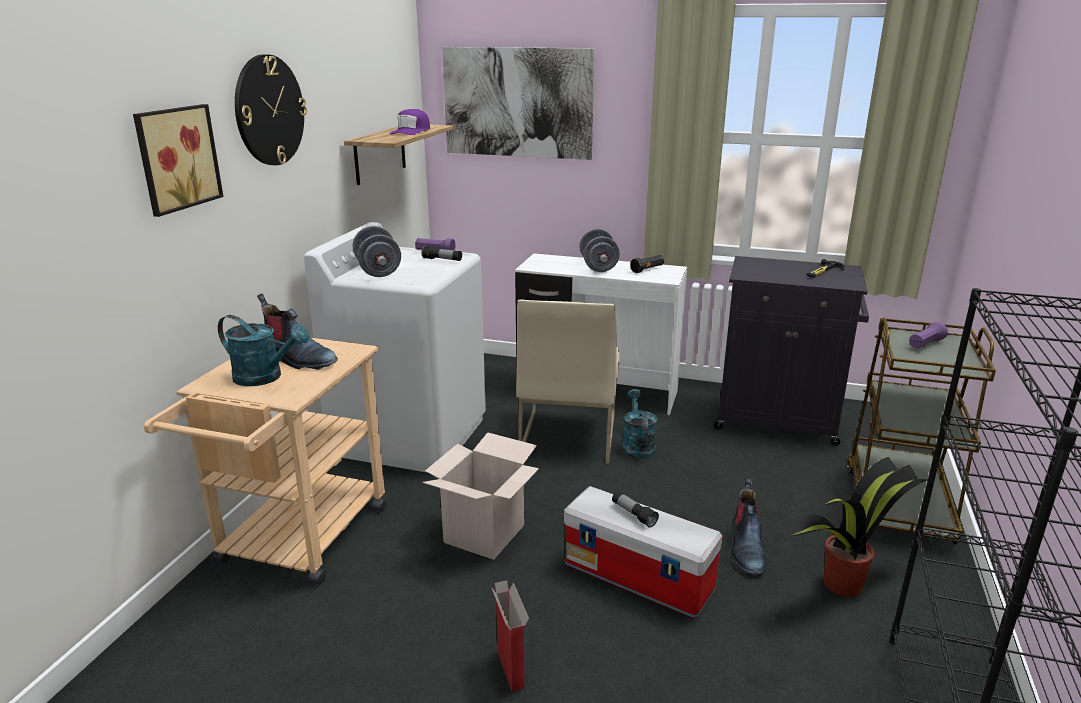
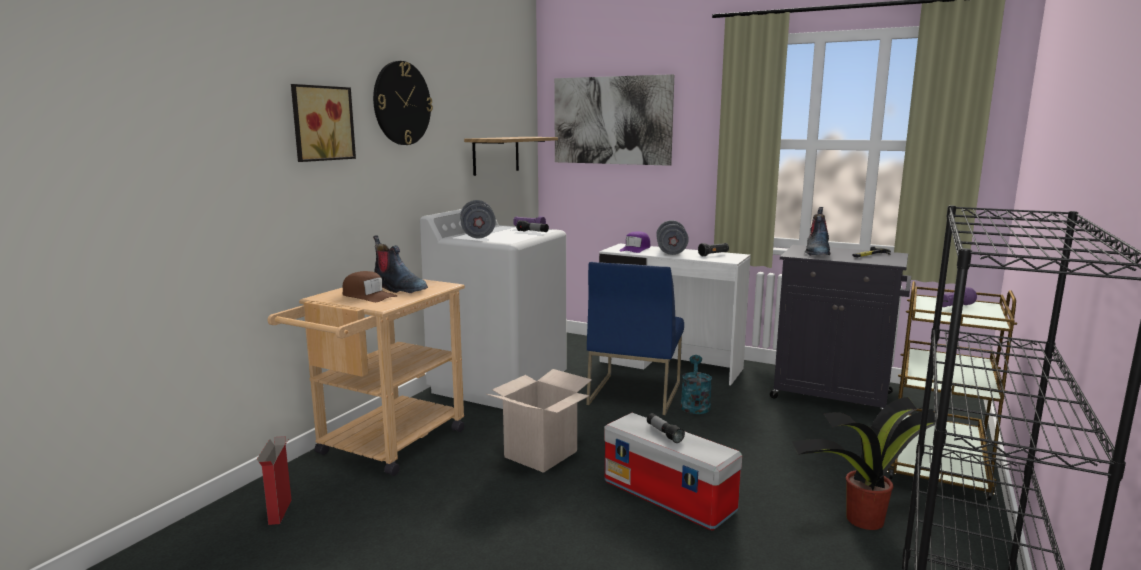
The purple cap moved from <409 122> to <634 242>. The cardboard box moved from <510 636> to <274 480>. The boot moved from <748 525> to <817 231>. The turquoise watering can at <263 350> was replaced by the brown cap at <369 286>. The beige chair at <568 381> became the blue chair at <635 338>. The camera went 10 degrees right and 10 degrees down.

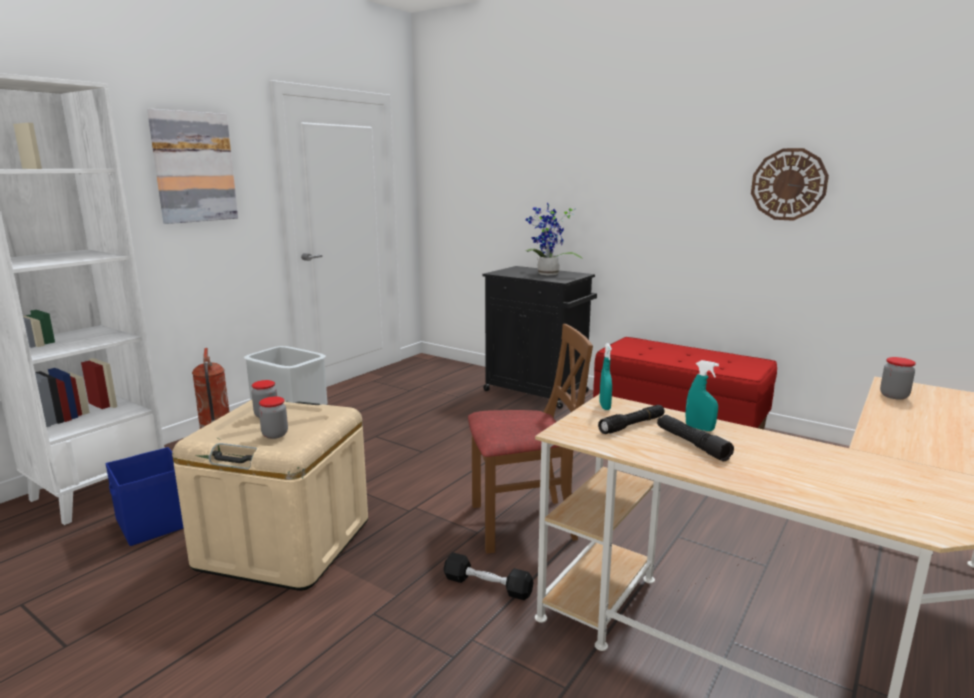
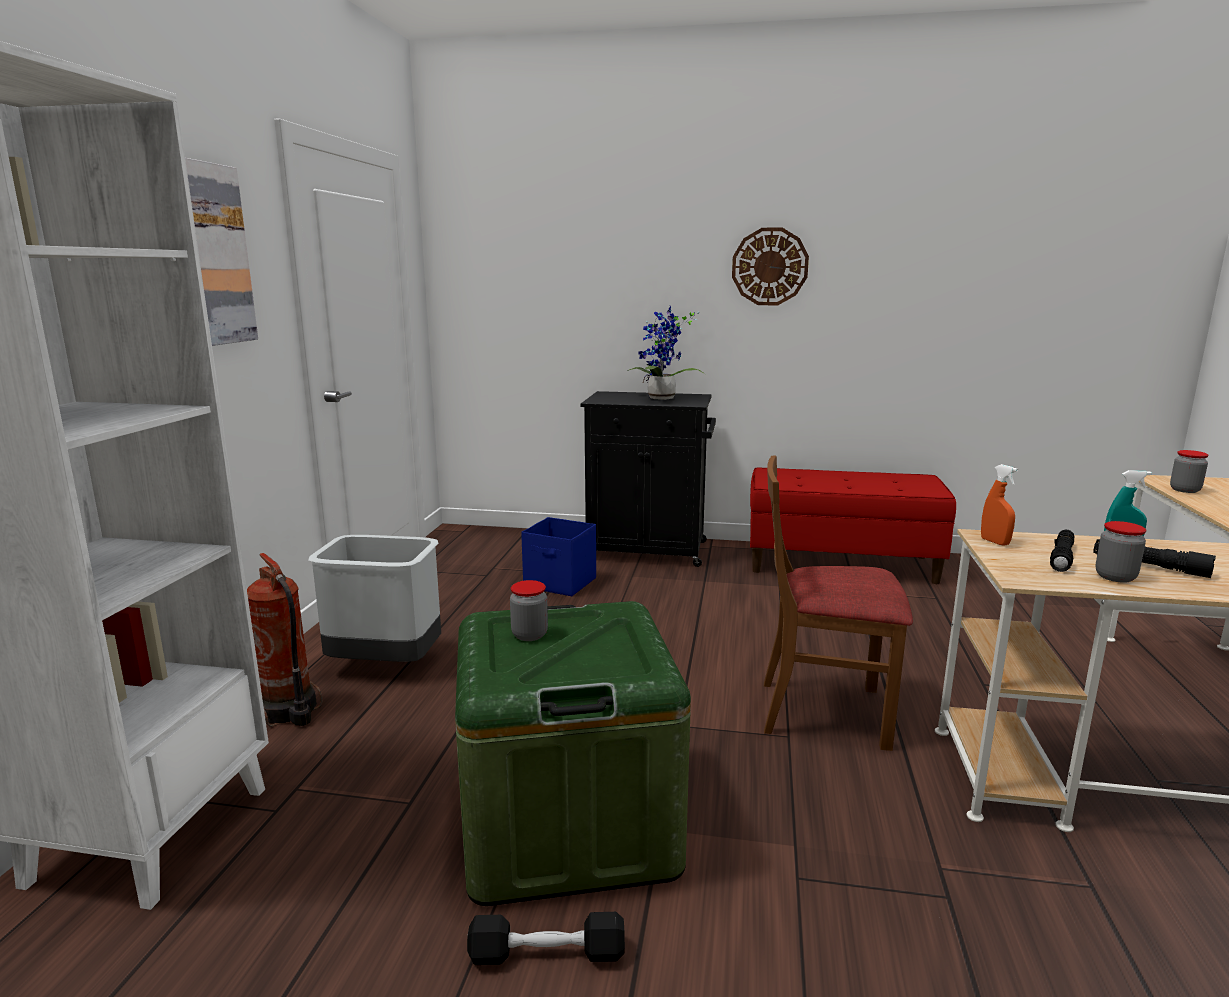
The blue storage box moved from <144 496> to <558 556>. The jar moved from <273 417> to <1120 552>. The black dumbbell moved from <489 576> to <546 938>. The wall clock moved from <790 184> to <770 266>. The beige storage box at <270 495> became the green storage box at <573 753>. The turquoise spray bottle at <605 376> became the orange spray bottle at <1000 505>. The brown chair at <530 438> turned 135 degrees counterclockwise. The camera went 25 degrees left and 0 degrees up.

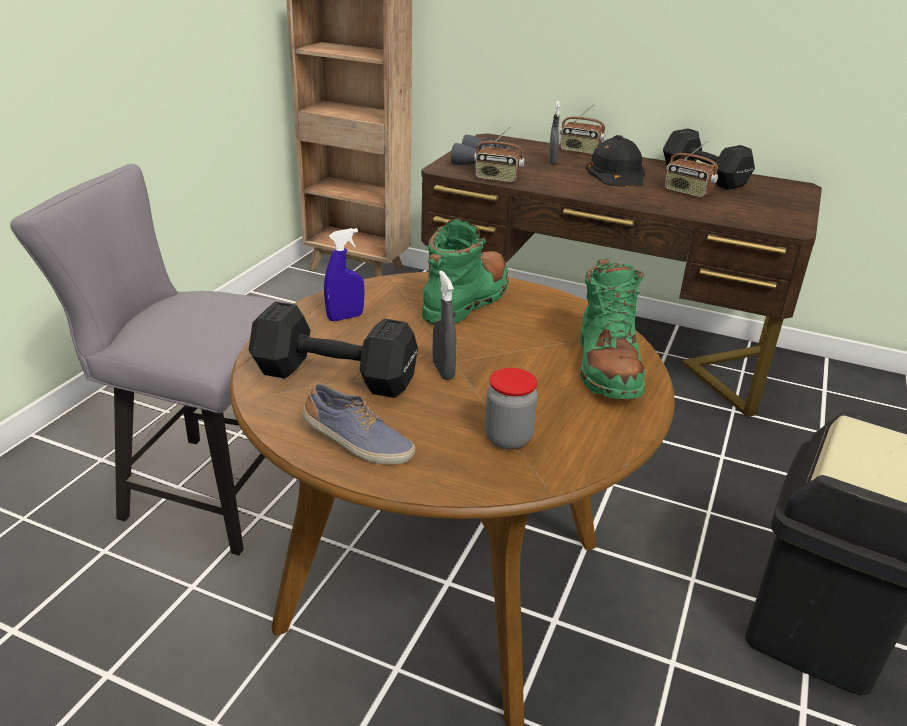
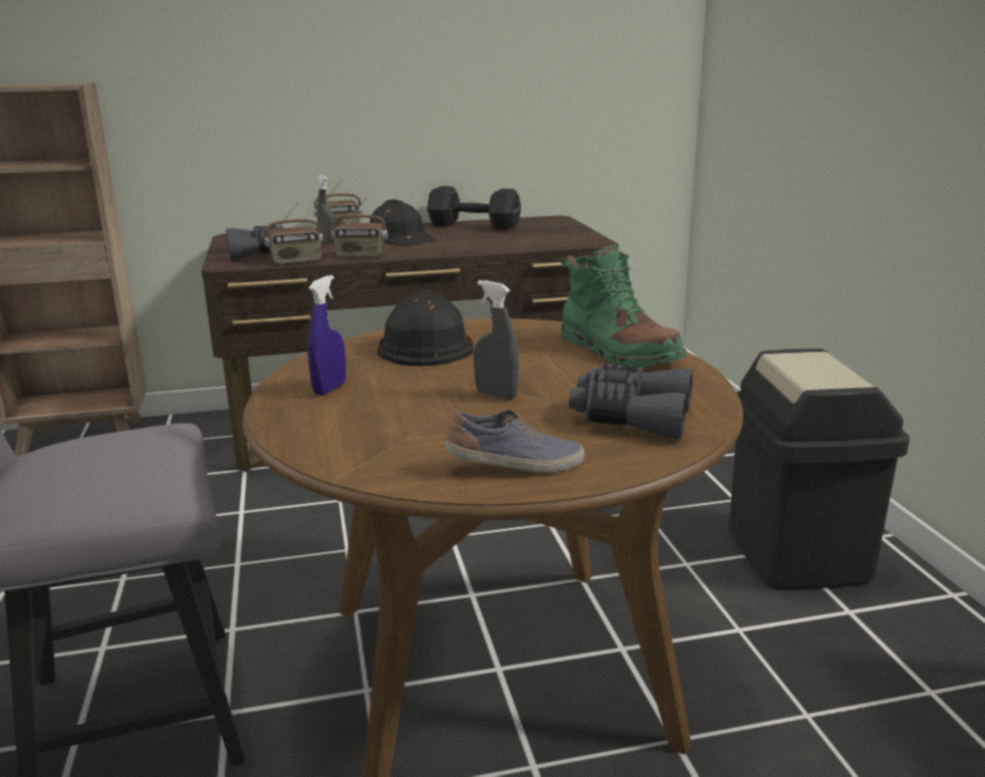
The black dumbbell at <333 349> disappeared. The radio moved from <691 169> to <359 227>. The green boot at <465 272> was replaced by the black hard hat at <425 328>. The jar at <511 409> was replaced by the grey binoculars at <631 401>. The camera went 35 degrees left and 10 degrees down.

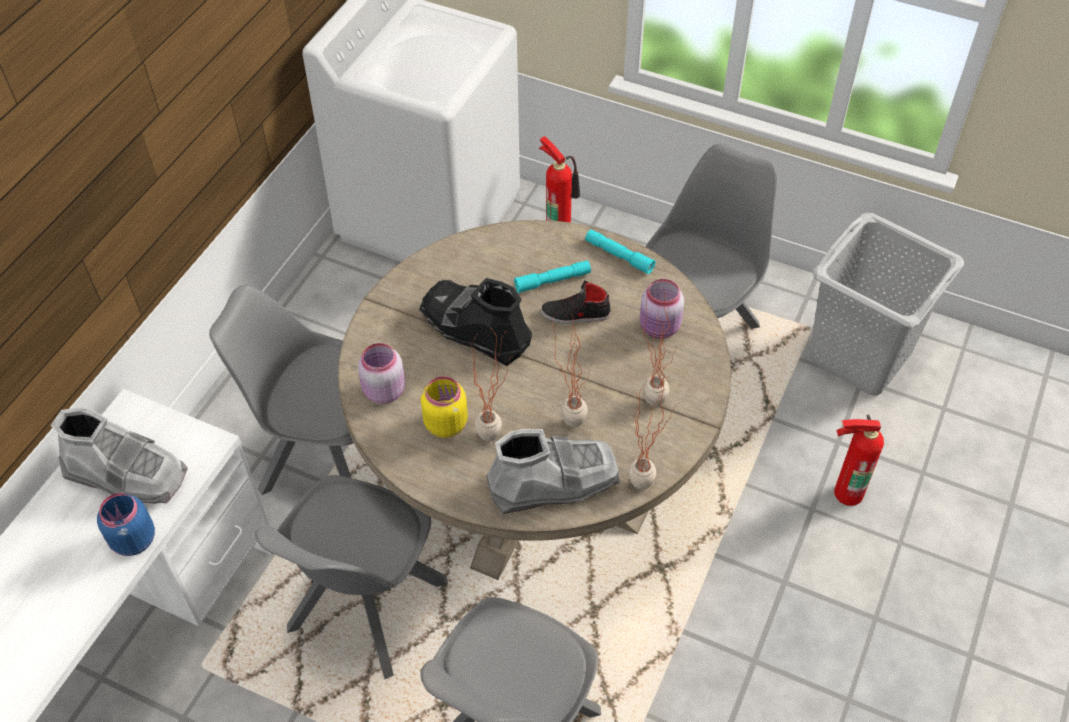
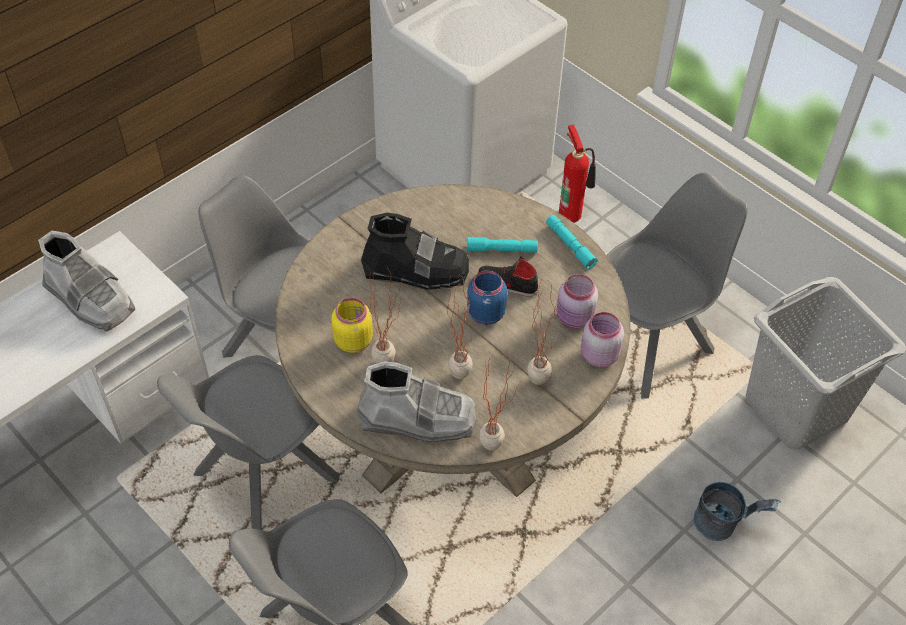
The blue jar moved from <126 524> to <487 297>. The pink jar moved from <381 373> to <602 339>. The fire extinguisher at <859 460> was replaced by the grey bucket at <737 511>. The black boot at <475 322> turned 135 degrees clockwise. The camera went 20 degrees right and 0 degrees up.

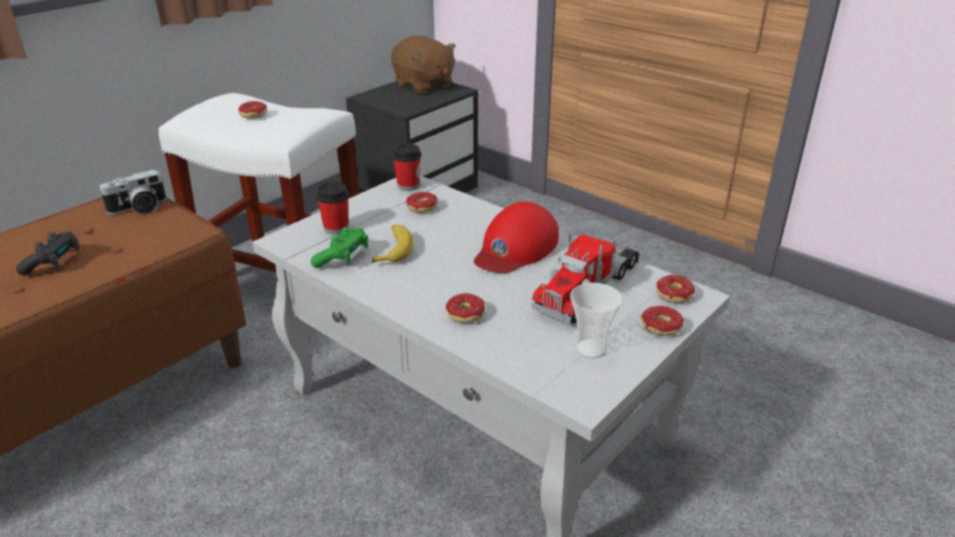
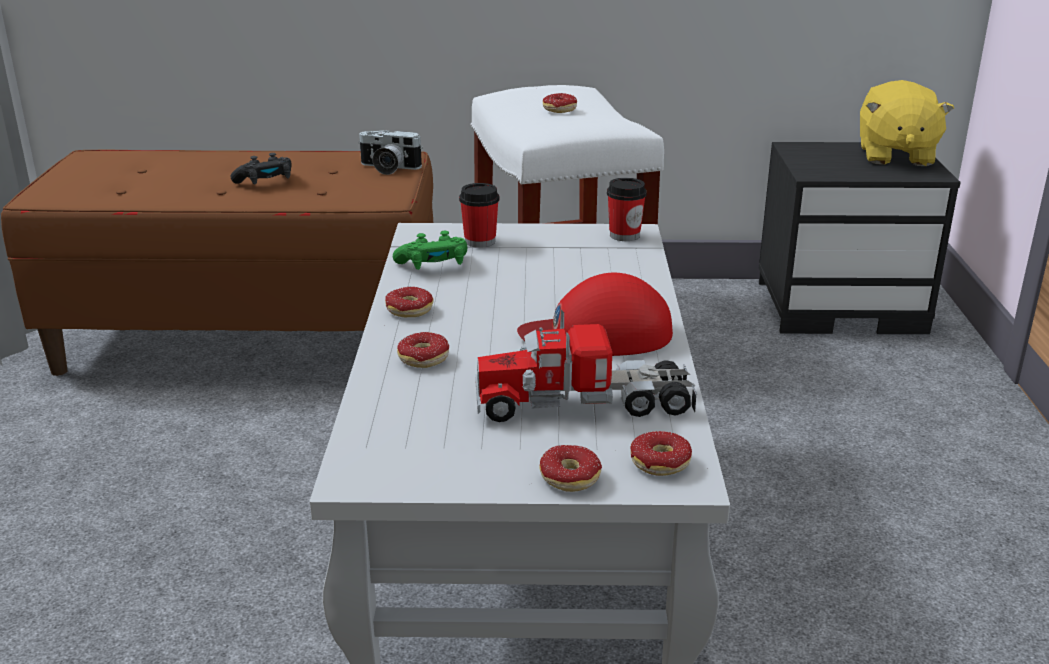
The banana at <392 244> disappeared. The cup at <596 321> disappeared. The donut moved from <422 202> to <409 302>. The brown plush toy at <423 64> became the yellow plush toy at <907 123>. The camera went 50 degrees right and 5 degrees down.

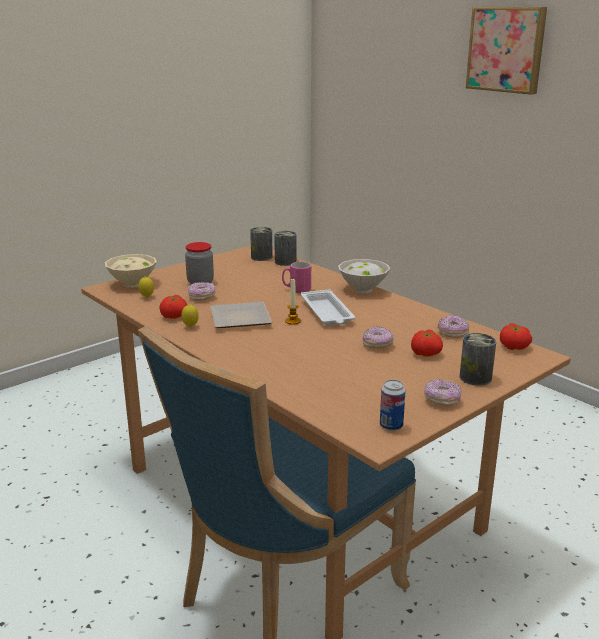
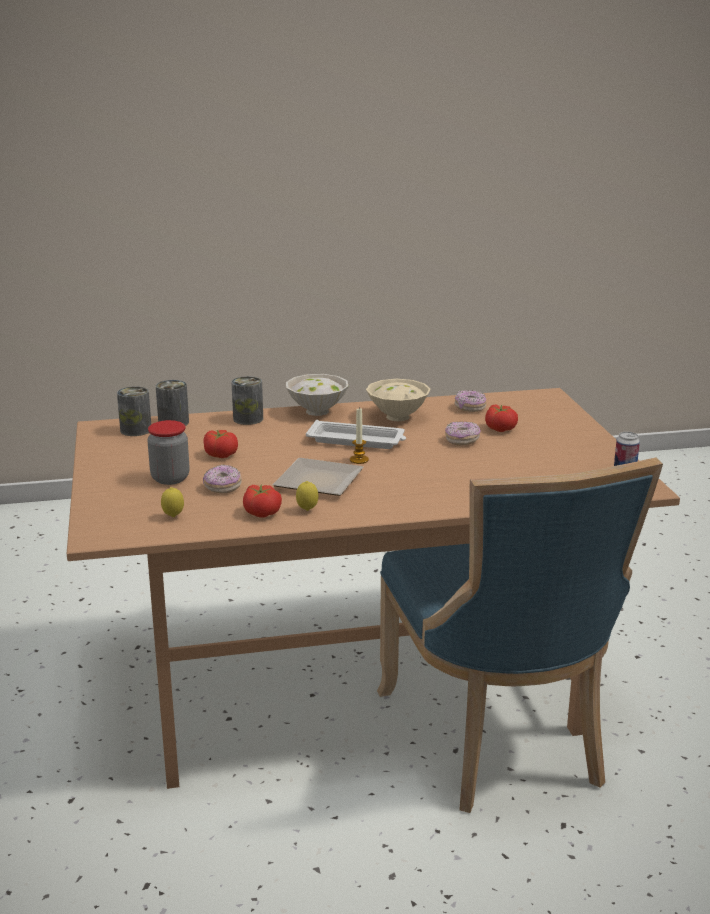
The pink mug at <296 277> disappeared. The donut at <443 392> disappeared. The picture at <506 51> disappeared. The beige bowl moved from <131 271> to <398 400>. The can moved from <478 359> to <247 400>. The tomato moved from <516 336> to <220 444>. The camera went 60 degrees left and 0 degrees up.

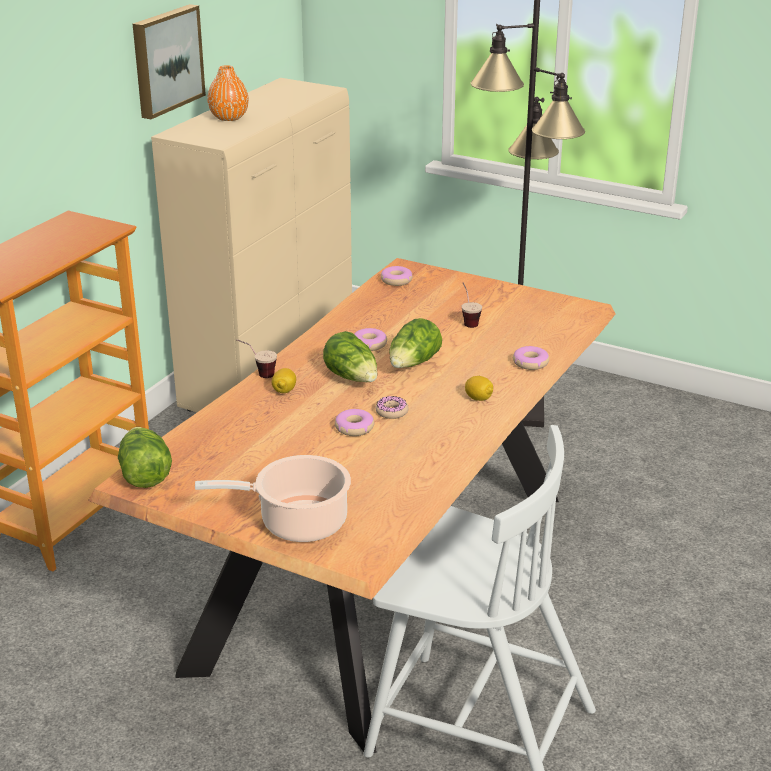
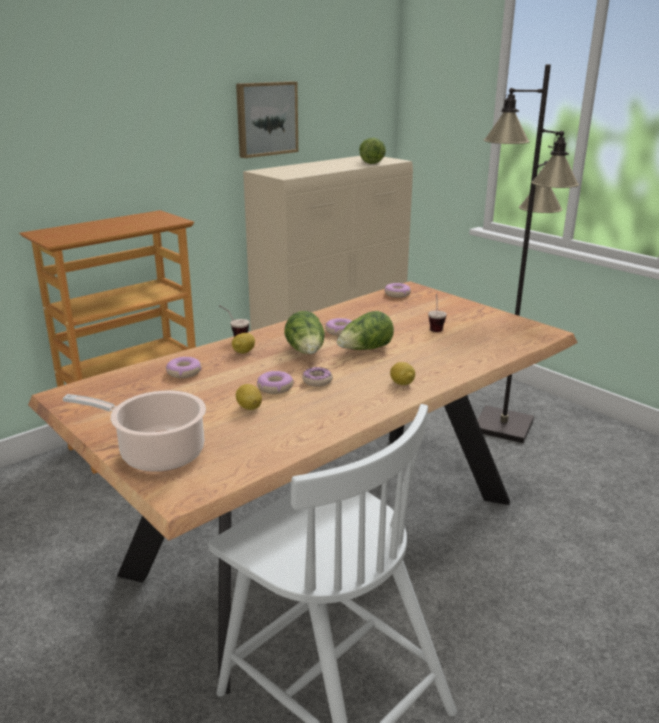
The orange vase at <228 93> disappeared. The lemon at <249 397> appeared. The lettuce moved from <145 457> to <372 151>. The donut moved from <531 358> to <183 367>. The camera went 20 degrees right and 5 degrees down.

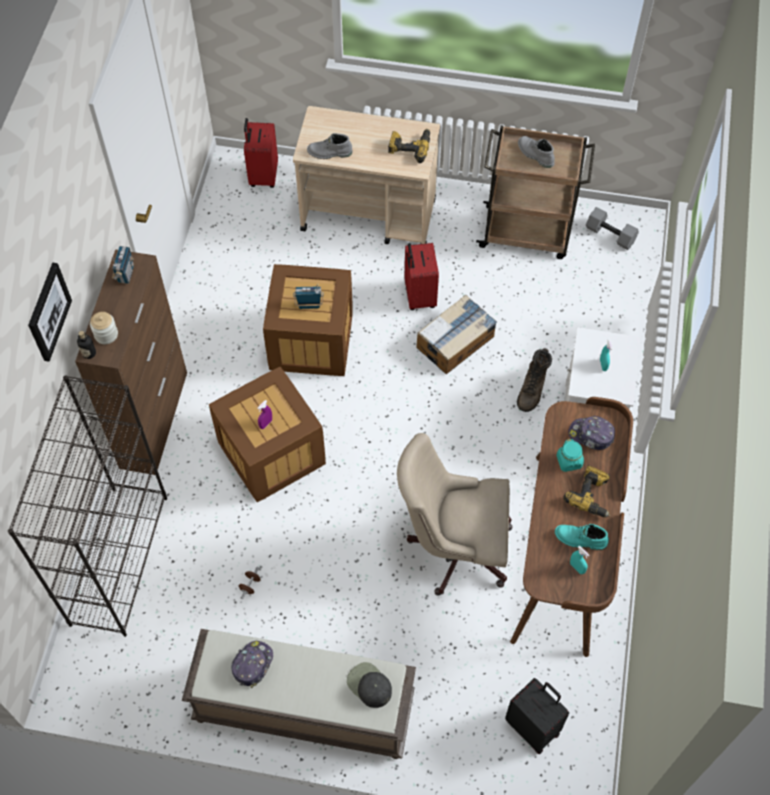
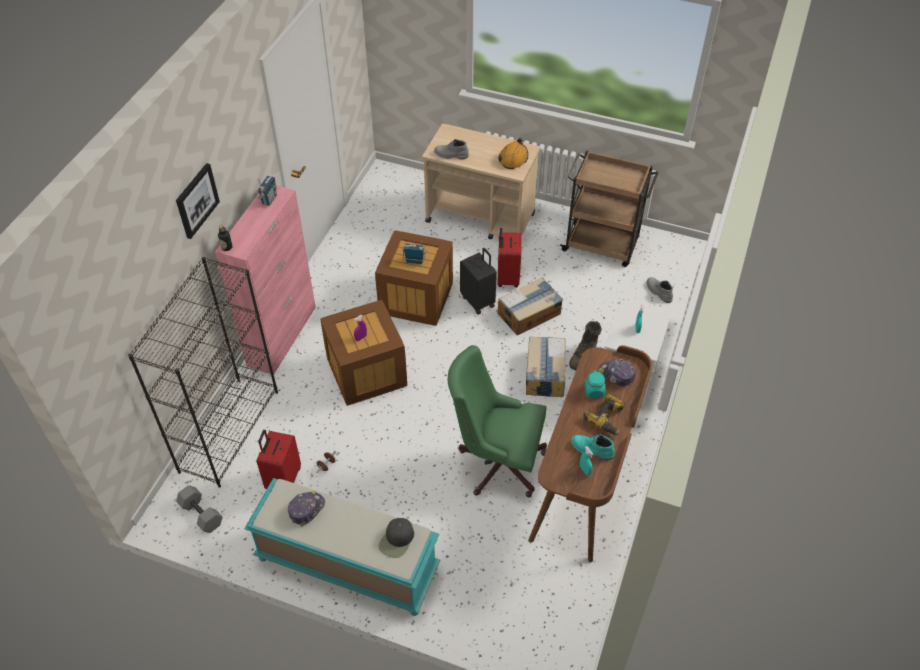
The jar at <104 328> disappeared. The cardboard box at <546 367> appeared. The red suitcase moved from <261 153> to <279 459>. The black suitcase moved from <537 716> to <478 281>. The grey boot moved from <536 152> to <659 290>. The grey dumbbell moved from <612 228> to <199 509>. The power drill at <409 146> was replaced by the orange hard hat at <513 153>. The brown cabinet at <131 362> became the pink cabinet at <265 280>. The brown bench at <299 694> became the turquoise bench at <342 547>. The beige office chair at <455 514> became the green office chair at <497 421>. The black cap at <369 685> turned 120 degrees counterclockwise. The camera went 10 degrees right and 10 degrees down.

